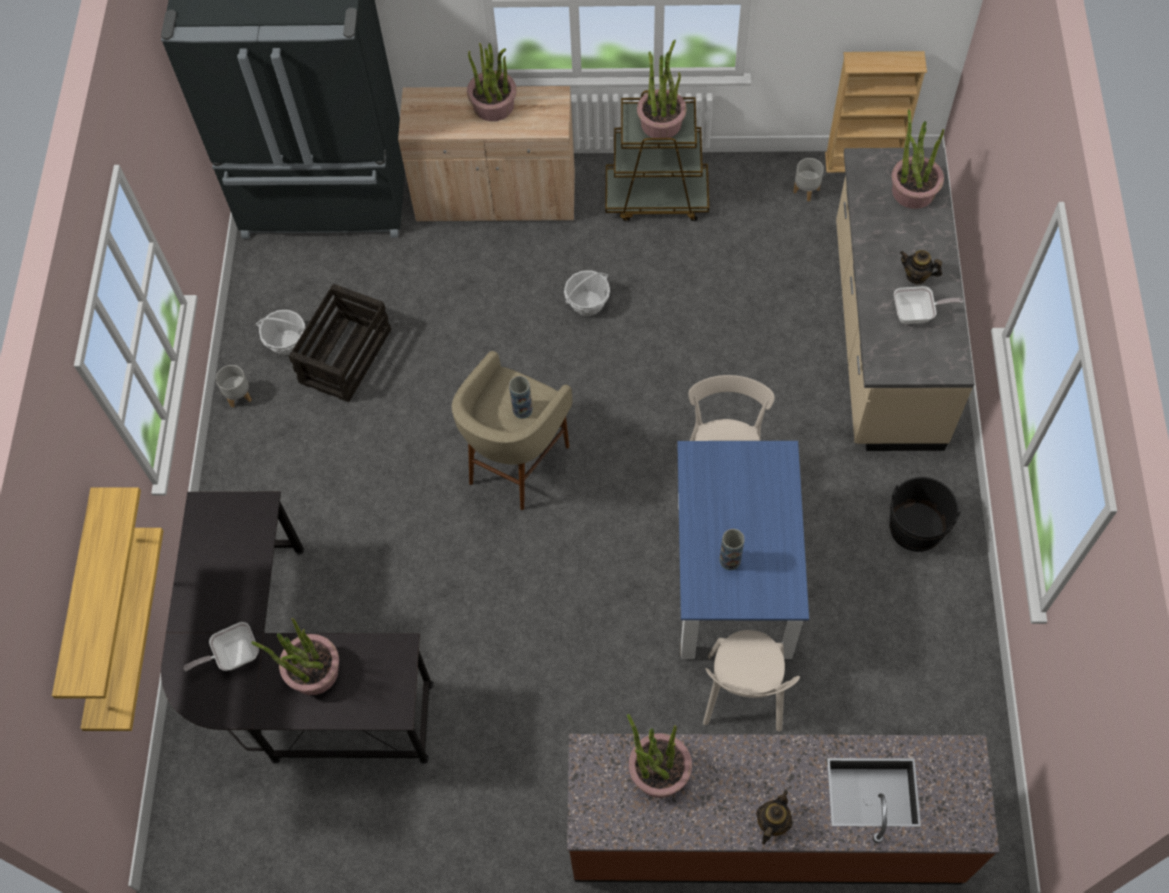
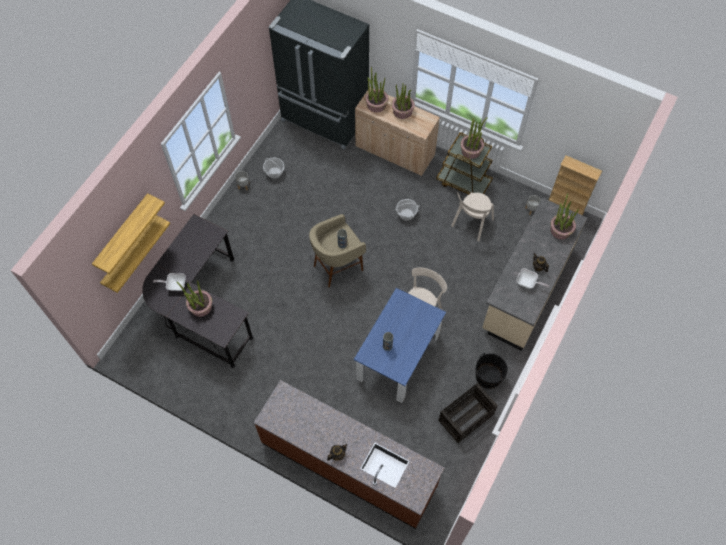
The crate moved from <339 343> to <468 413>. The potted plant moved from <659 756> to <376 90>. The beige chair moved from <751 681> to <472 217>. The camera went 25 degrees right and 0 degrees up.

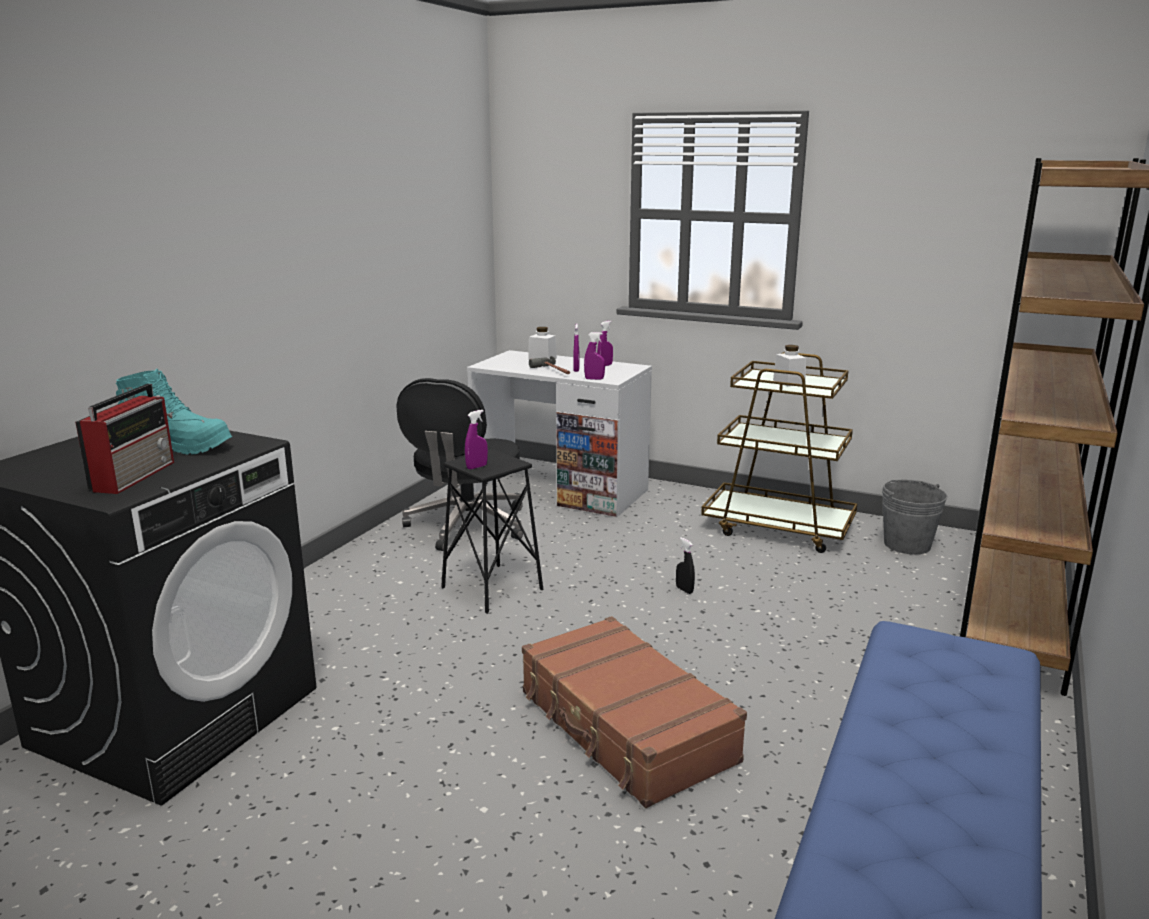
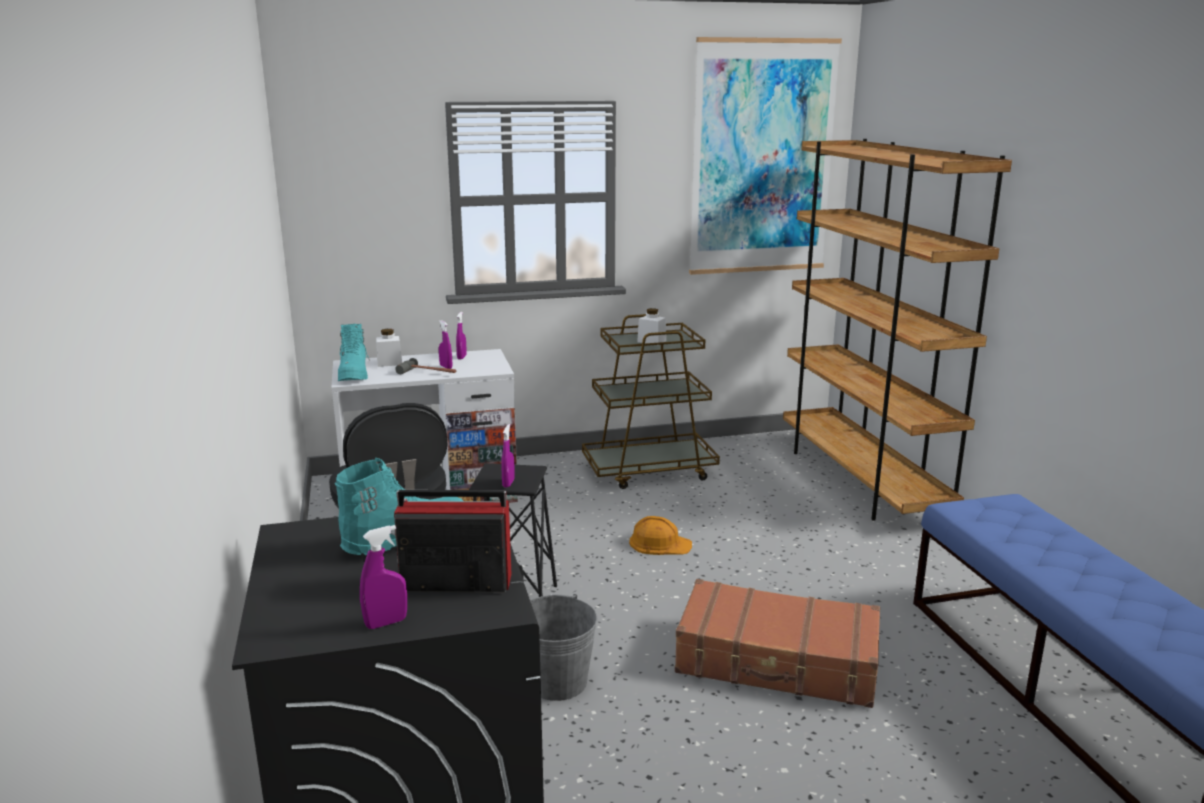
The turquoise boot at <354 352> appeared. The picture at <765 156> appeared. The purple spray bottle moved from <594 356> to <383 577>. The grey bucket moved from <915 517> to <564 647>. The black spray bottle at <685 565> was replaced by the orange hard hat at <660 535>. The radio at <124 439> turned 60 degrees counterclockwise. The camera went 40 degrees left and 0 degrees up.

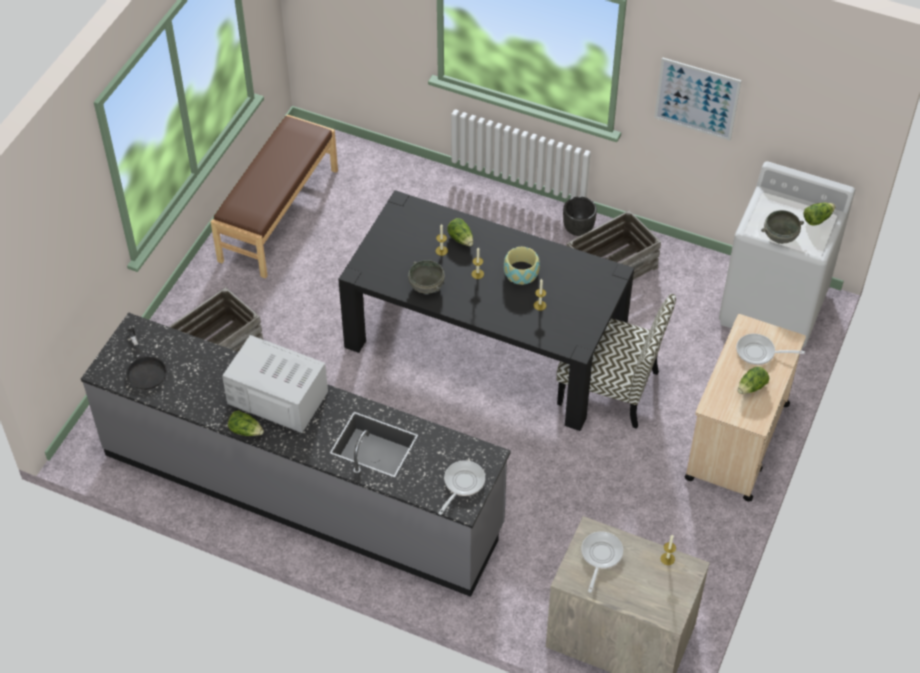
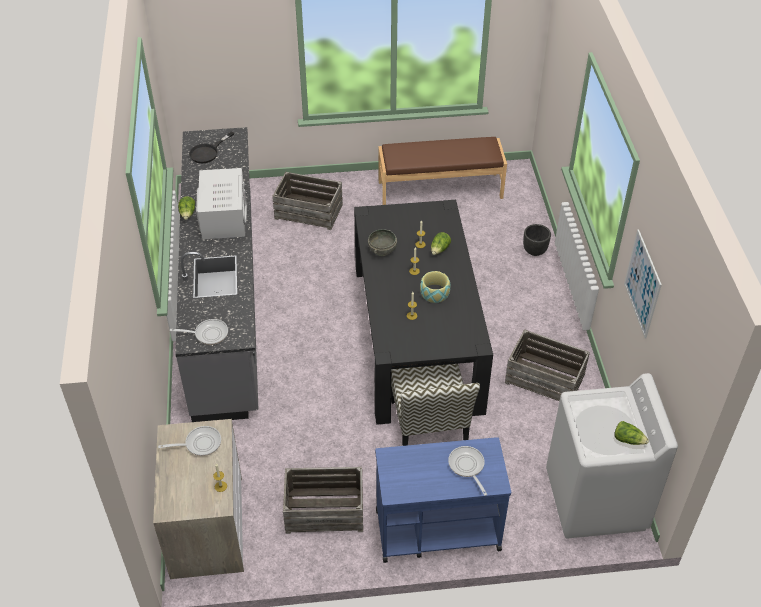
The lettuce at <753 380> disappeared. The grey bowl at <782 227> disappeared. The crate at <323 500> appeared. The black planter moved from <580 216> to <537 240>. The beige cart at <745 408> became the blue cart at <443 500>. The camera went 60 degrees right and 5 degrees down.

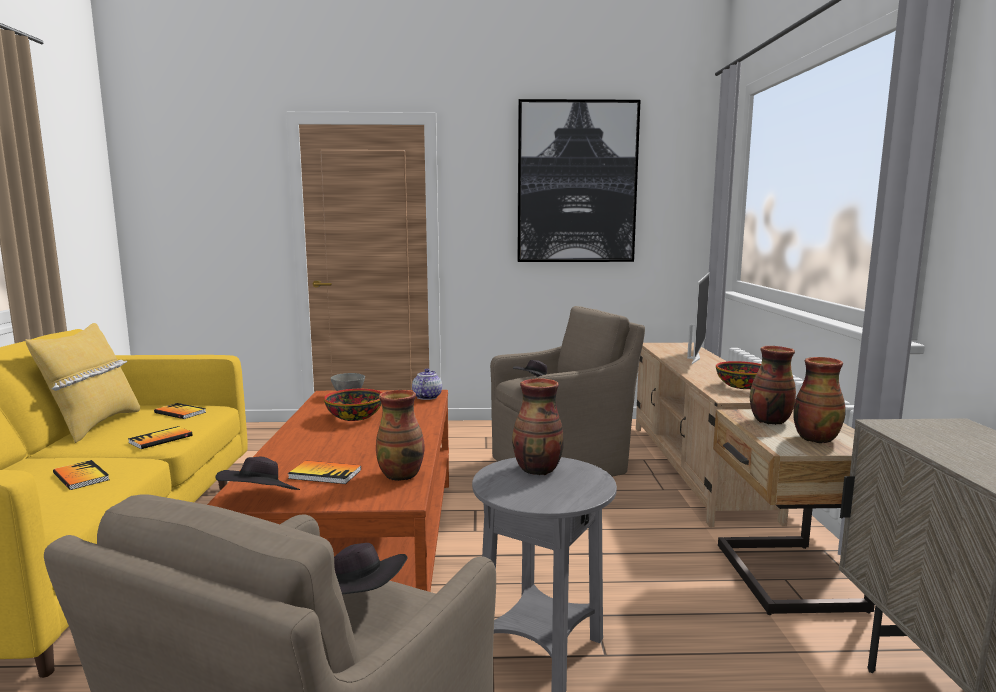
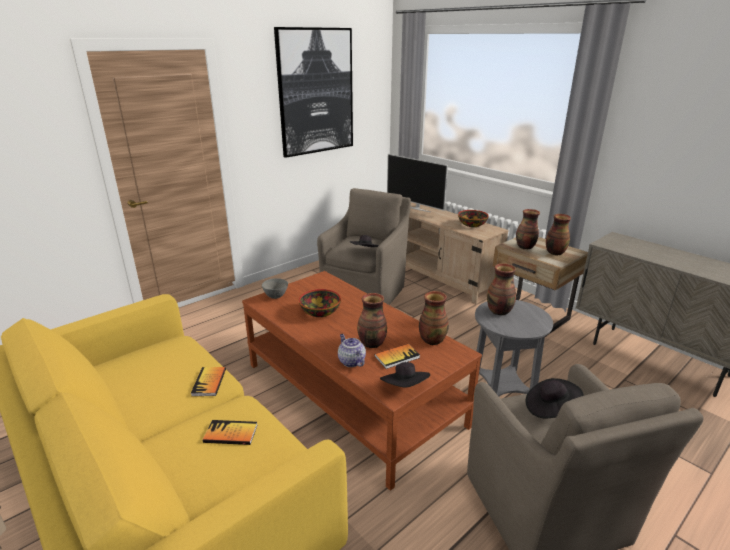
The yellow pillow at <82 383> disappeared. The book at <180 411> disappeared. The vase at <372 320> appeared. The teapot moved from <427 384> to <352 350>. The television at <698 318> turned 150 degrees clockwise. The camera went 40 degrees left and 15 degrees up.

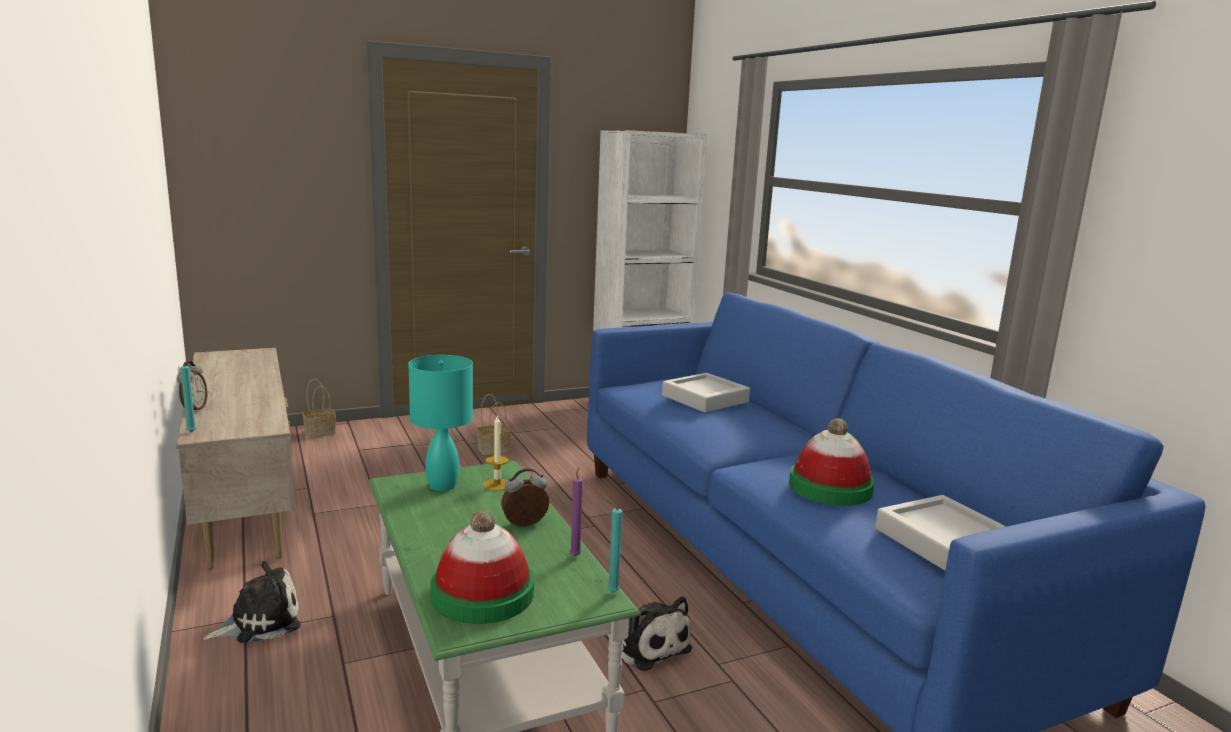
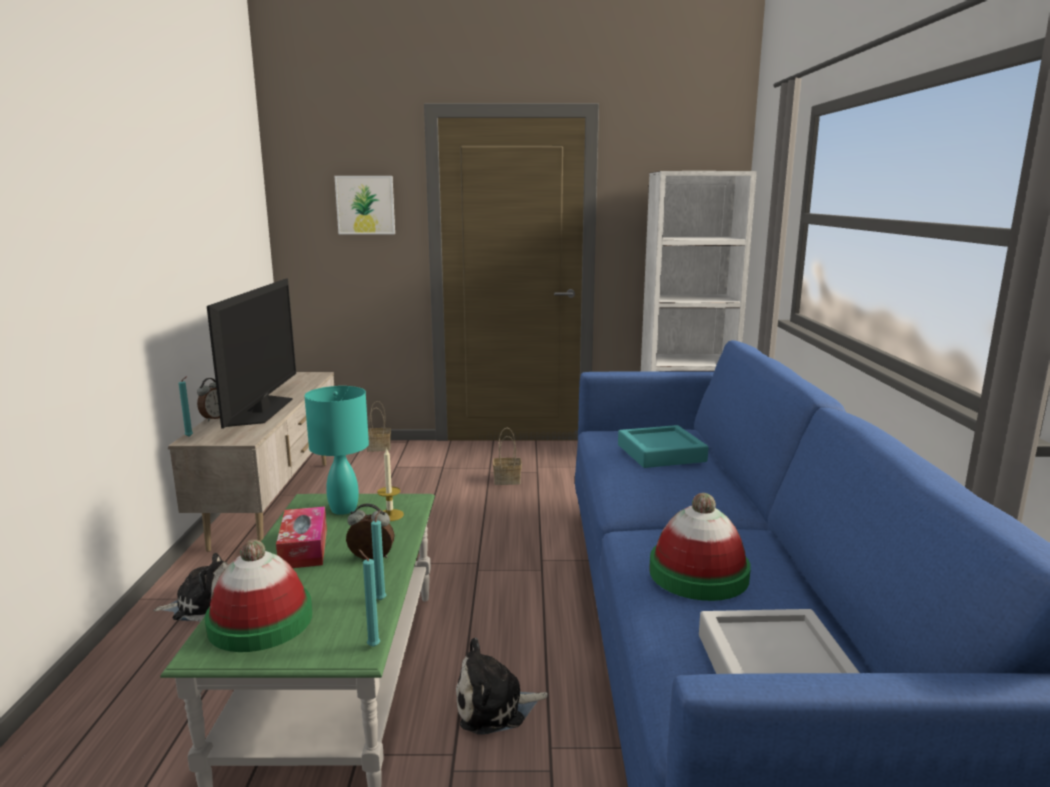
The television at <251 353> appeared. The tissue box at <301 537> appeared. The picture at <365 205> appeared. The purple candle at <576 511> became the turquoise candle at <378 555>. The grey tray at <706 392> became the turquoise tray at <663 446>. The plush toy at <657 633> turned 90 degrees clockwise. The camera went 25 degrees right and 0 degrees up.

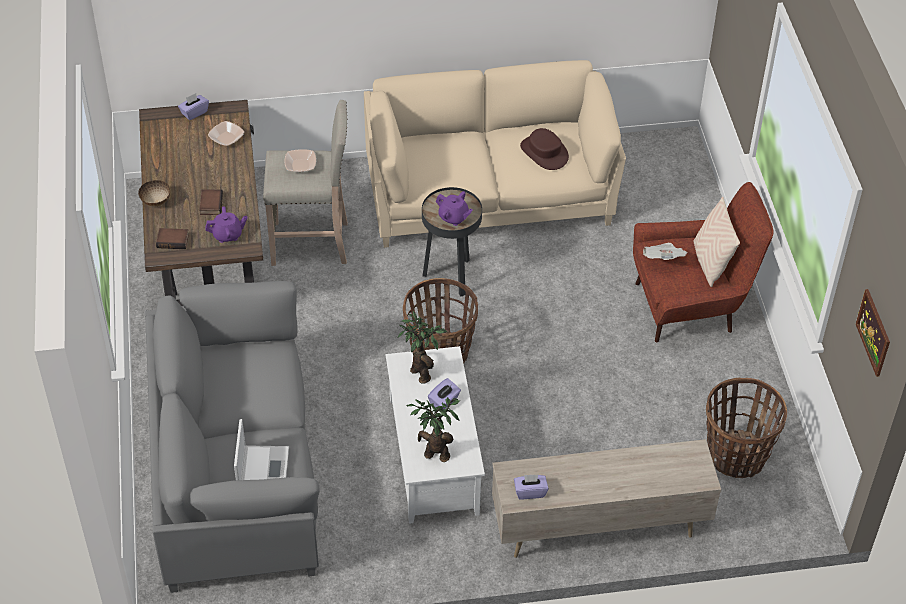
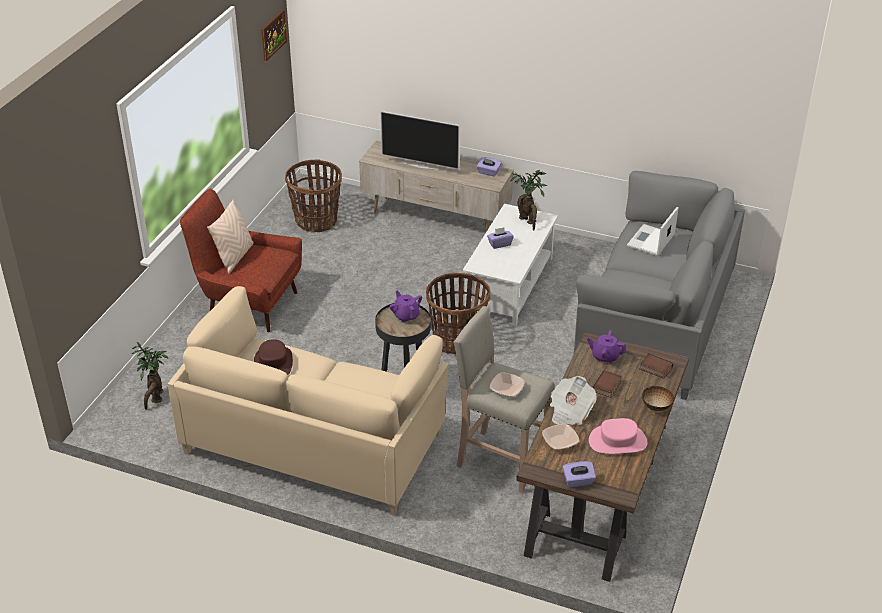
The television at <420 140> appeared. The pink hat at <618 436> appeared. The potted plant moved from <422 347> to <150 375>. The newspaper moved from <665 251> to <573 400>. The camera went 150 degrees left and 10 degrees down.

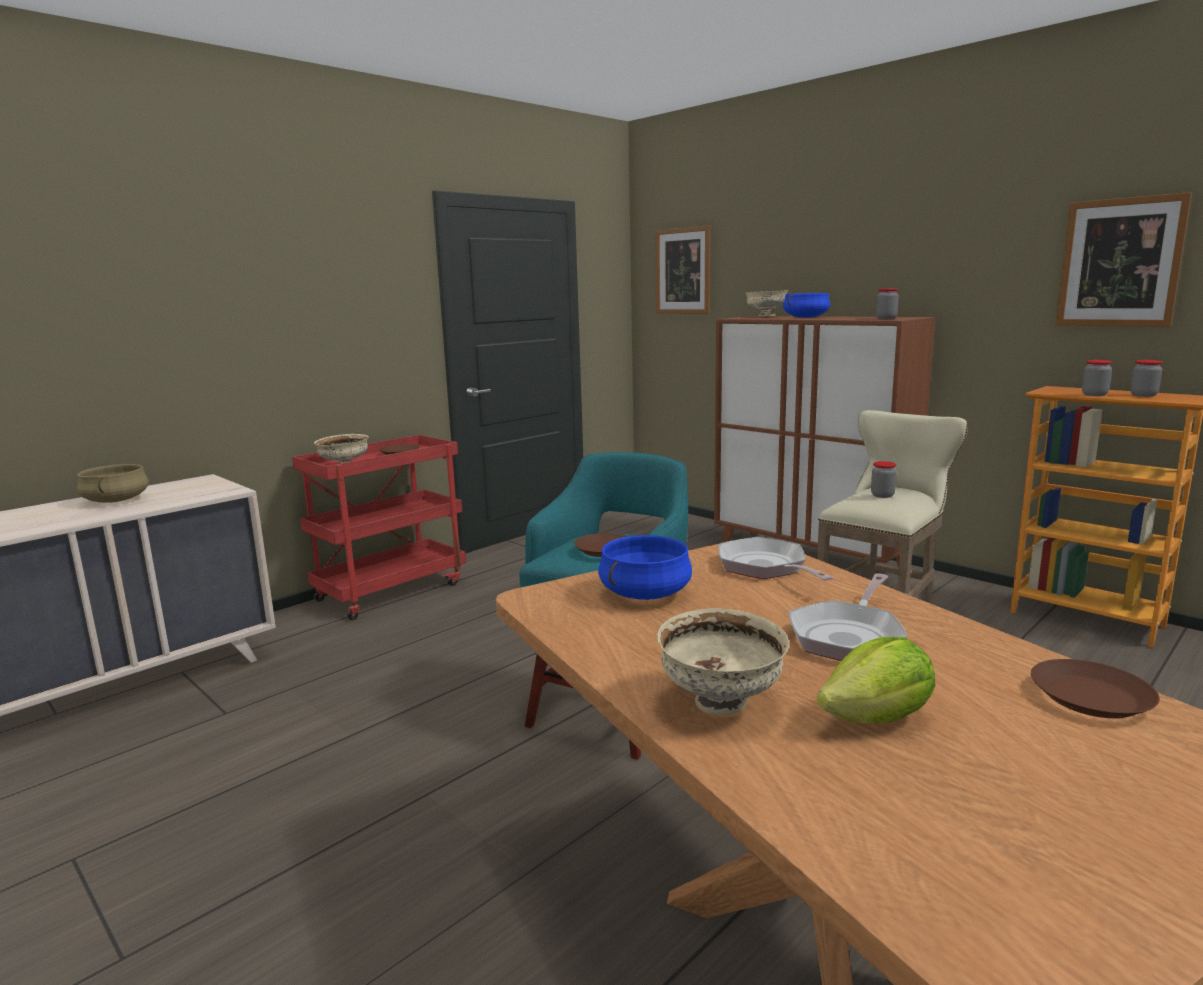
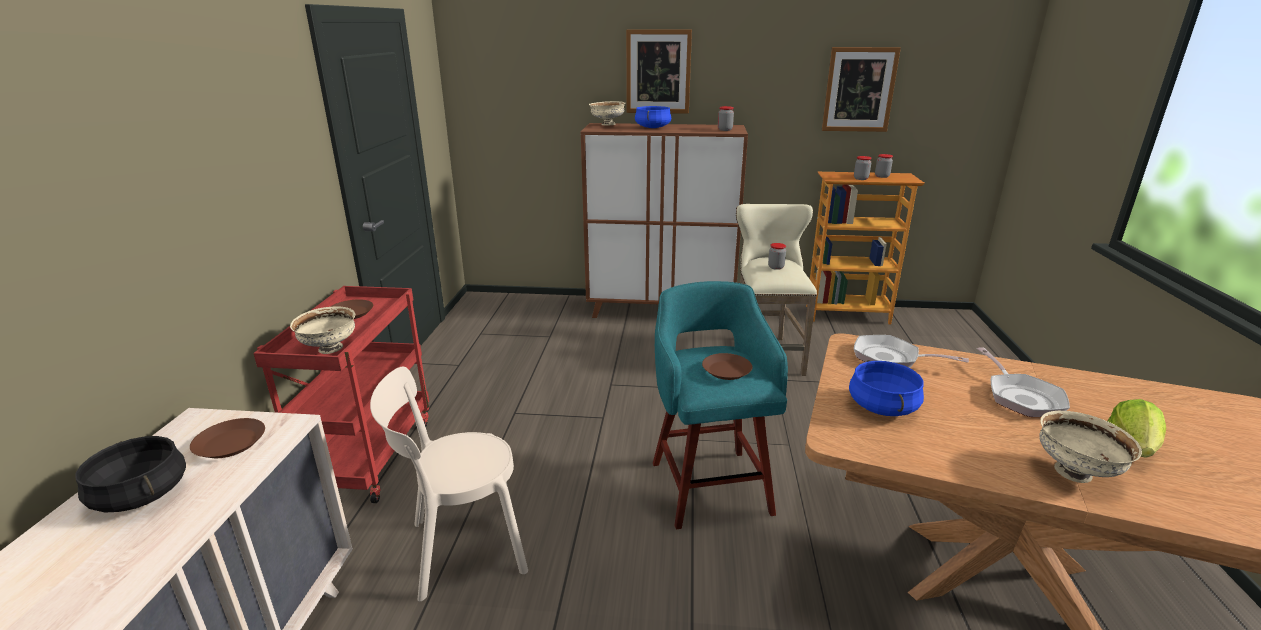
The beige chair at <449 484> appeared. The picture moved from <682 269> to <659 71>. The brown plate moved from <1095 688> to <227 438>. The beige cooking pot at <113 483> became the black cooking pot at <130 474>. The camera went 40 degrees left and 10 degrees up.

